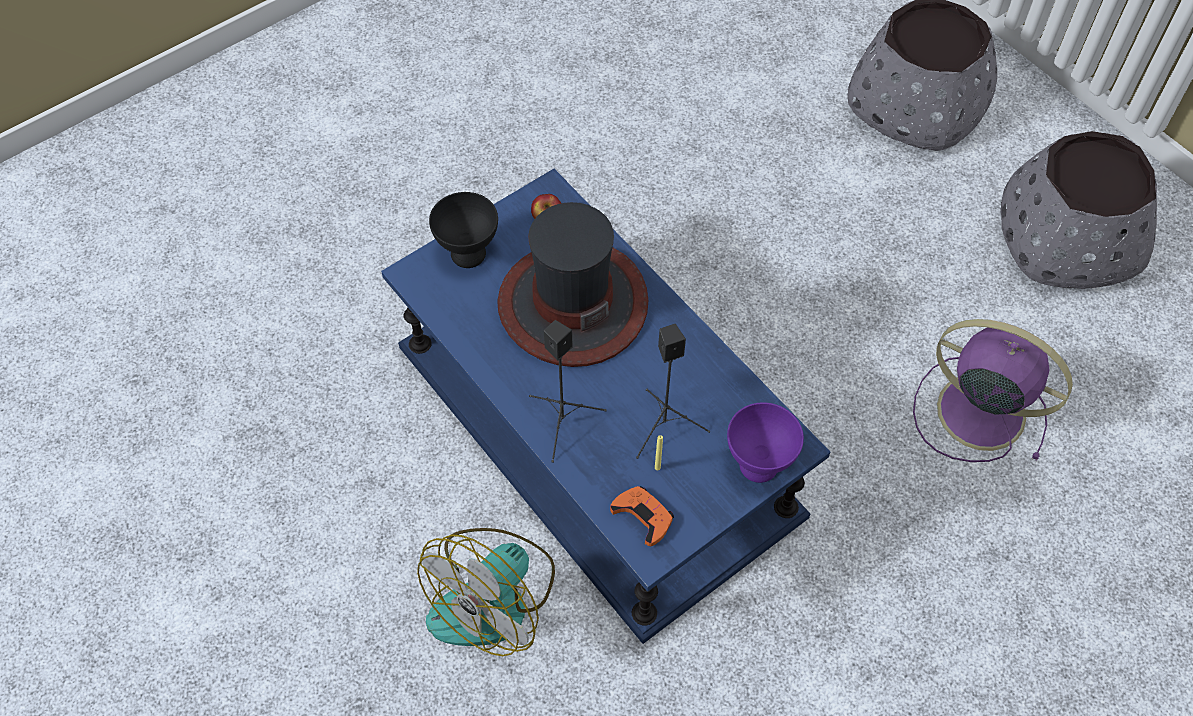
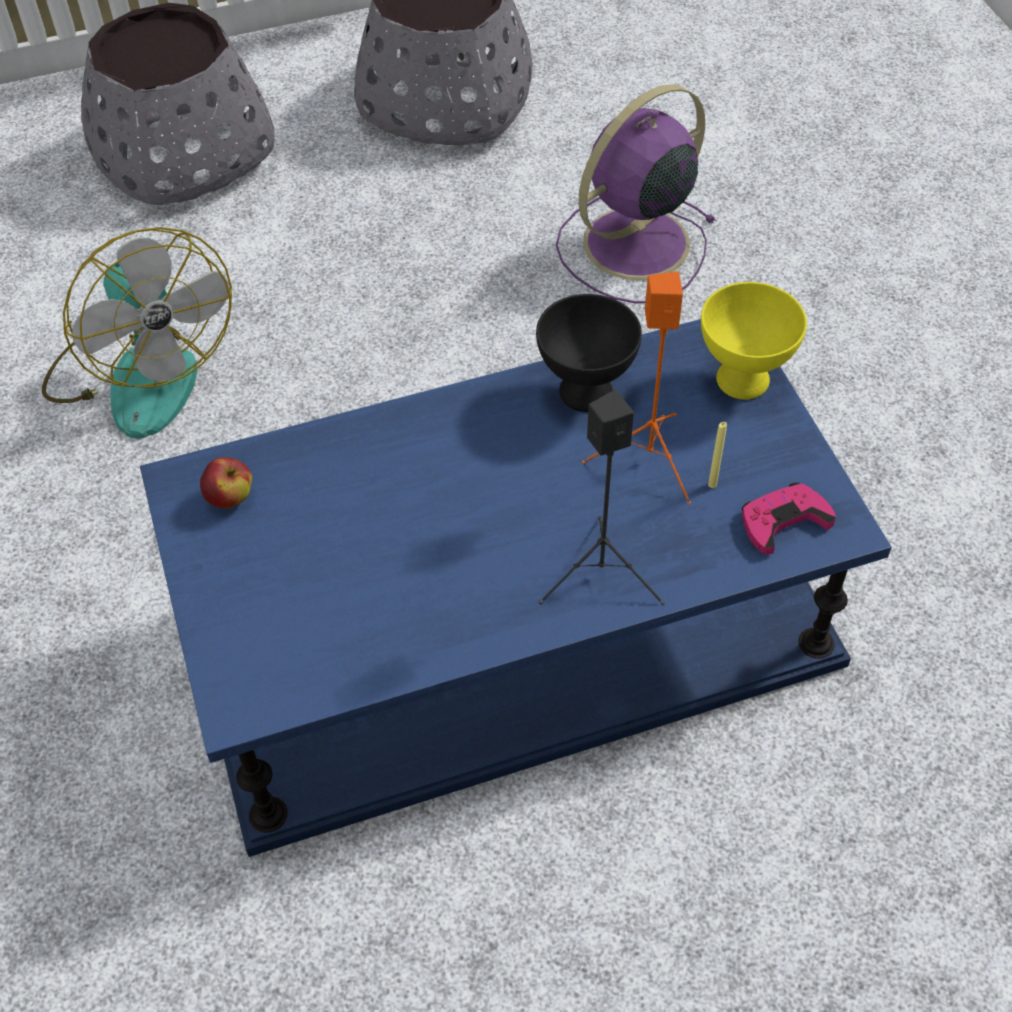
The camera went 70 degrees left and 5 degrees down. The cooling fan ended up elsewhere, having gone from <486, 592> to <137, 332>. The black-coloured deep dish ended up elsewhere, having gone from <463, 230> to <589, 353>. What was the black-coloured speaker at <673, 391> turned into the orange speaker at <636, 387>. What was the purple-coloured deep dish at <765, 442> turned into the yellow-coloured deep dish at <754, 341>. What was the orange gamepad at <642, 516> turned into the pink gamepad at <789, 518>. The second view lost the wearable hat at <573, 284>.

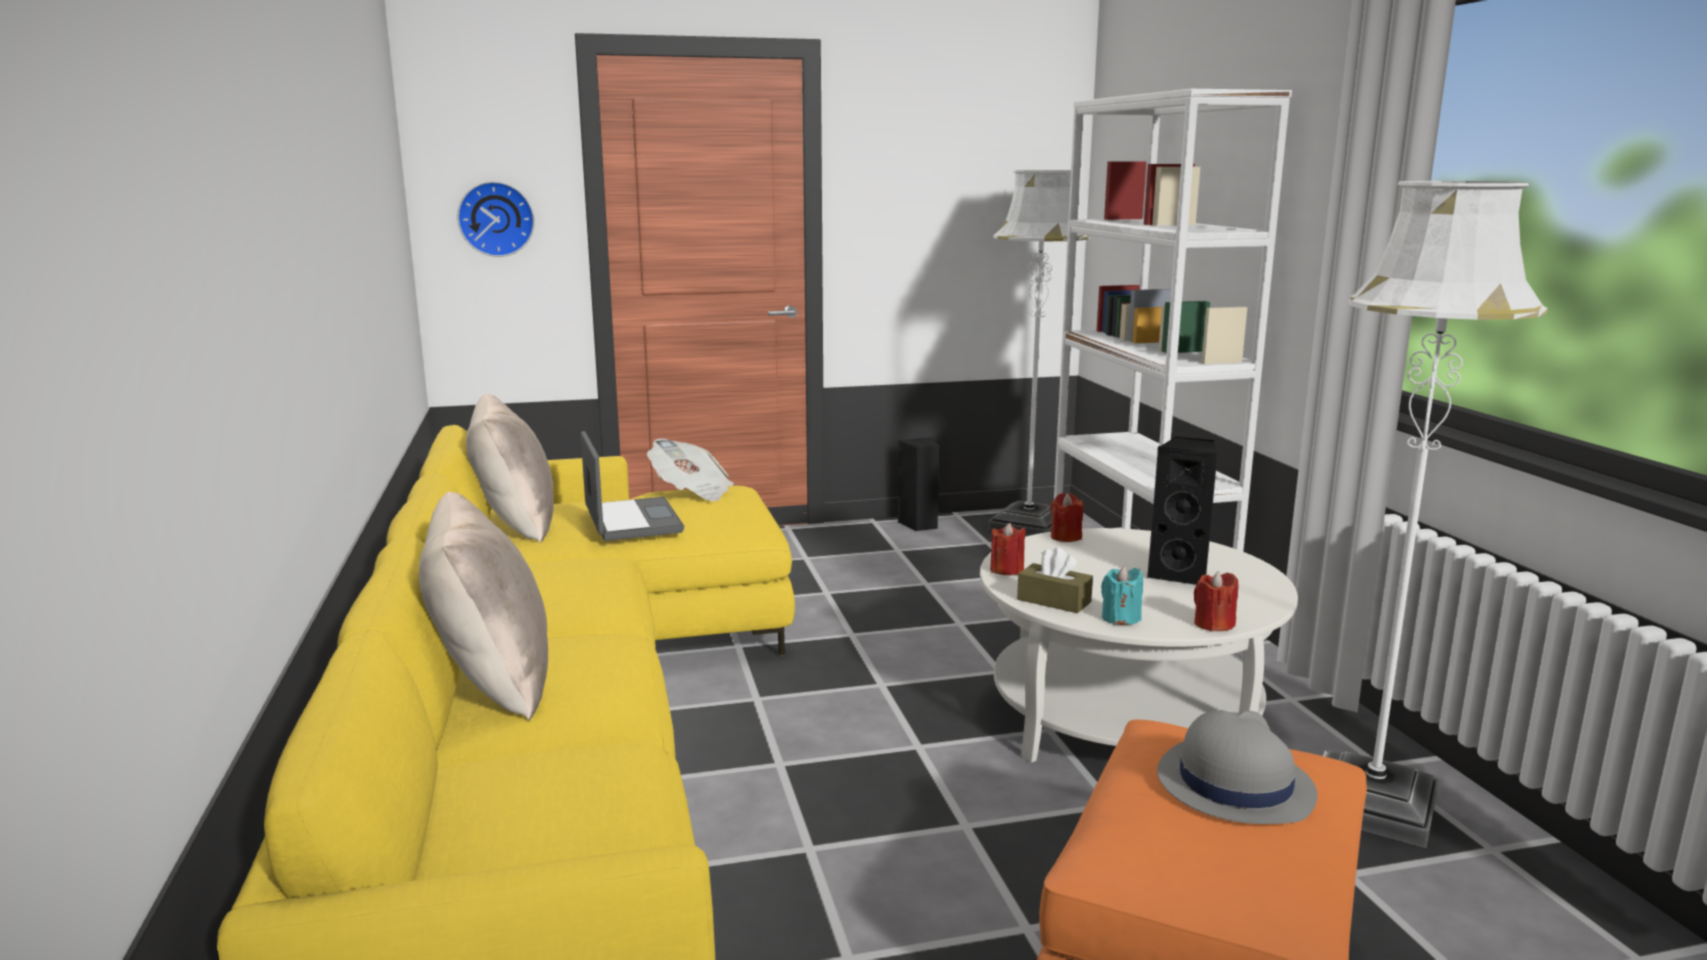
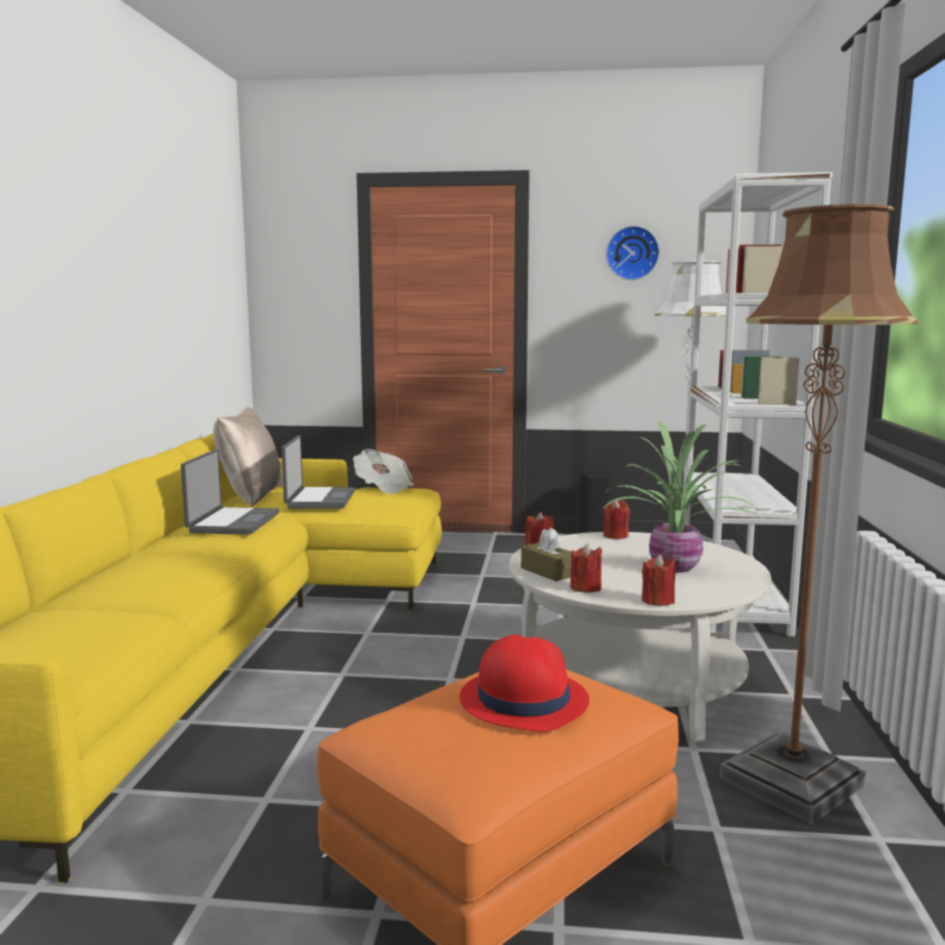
The camera went 20 degrees right and 5 degrees down. The second view gained the portable computer at <230, 492>. What was the grey wearable hat at <1237, 767> turned into the reddish wearable hat at <524, 683>. What was the turquoise wax light at <1122, 595> turned into the reddish wax light at <586, 568>. Where the black-coloured speaker stood at <1182, 511>, the houseplant came to stand at <682, 497>. The wall clock ended up elsewhere, having gone from <496, 219> to <633, 253>. What was the white floor lamp at <1435, 514> turned into the brown-coloured floor lamp at <819, 514>. The second view lost the beige-coloured cushion at <483, 606>.

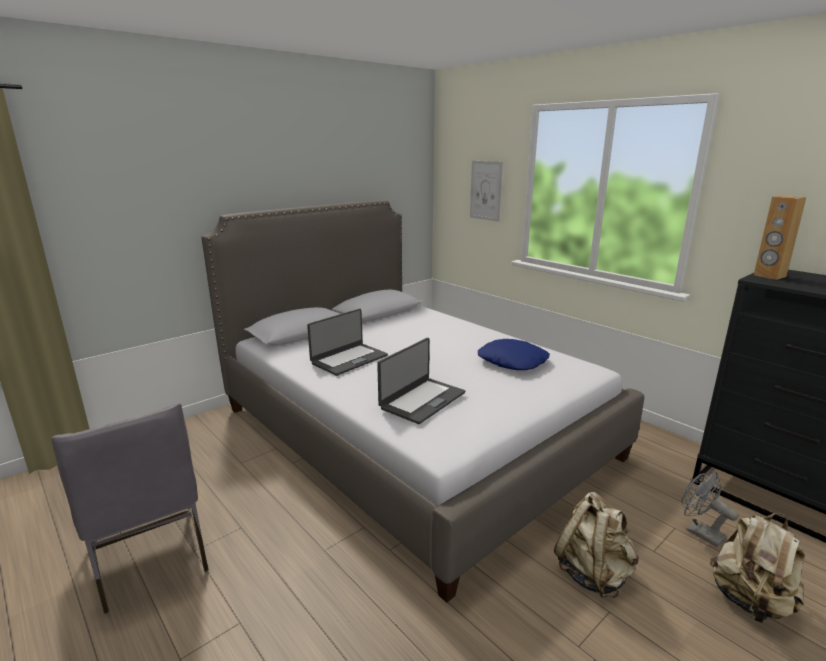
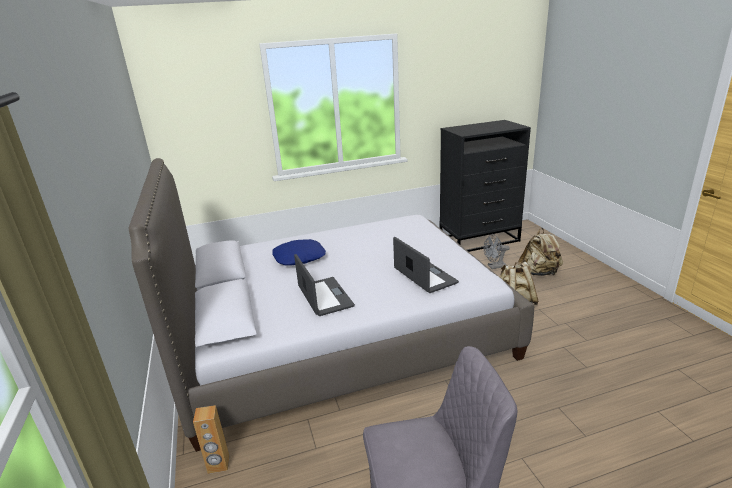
The camera went 65 degrees left and 5 degrees up. The brown-coloured speaker ended up elsewhere, having gone from <780, 237> to <211, 439>. The blue-coloured cushion ended up elsewhere, having gone from <514, 354> to <299, 252>. The second view lost the wall picture at <486, 191>.

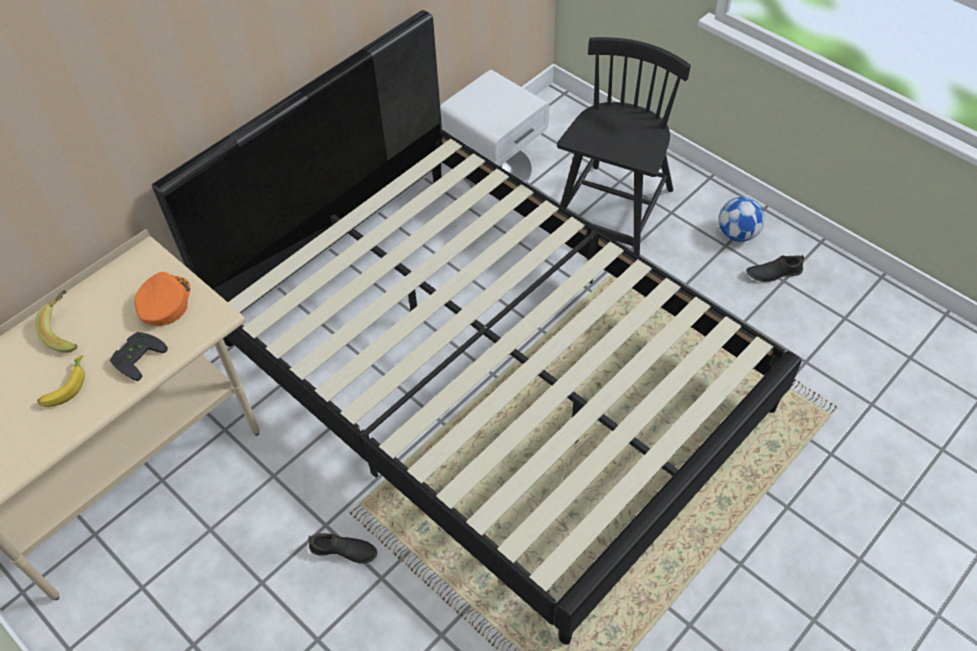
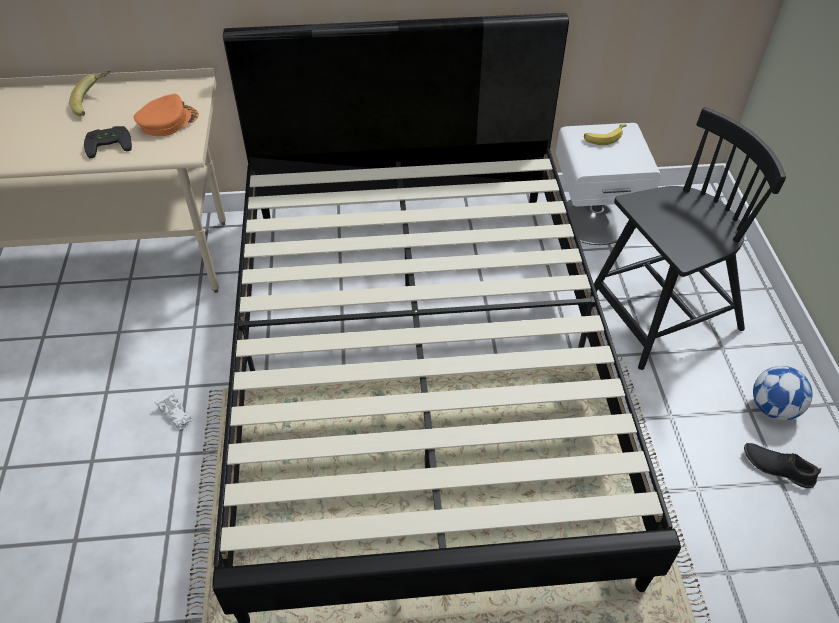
The camera went 40 degrees right and 5 degrees down. Where the black-coloured low shoe stood at <342, 548>, the white model car came to stand at <173, 411>. The banana fruit ended up elsewhere, having gone from <61, 381> to <605, 134>.

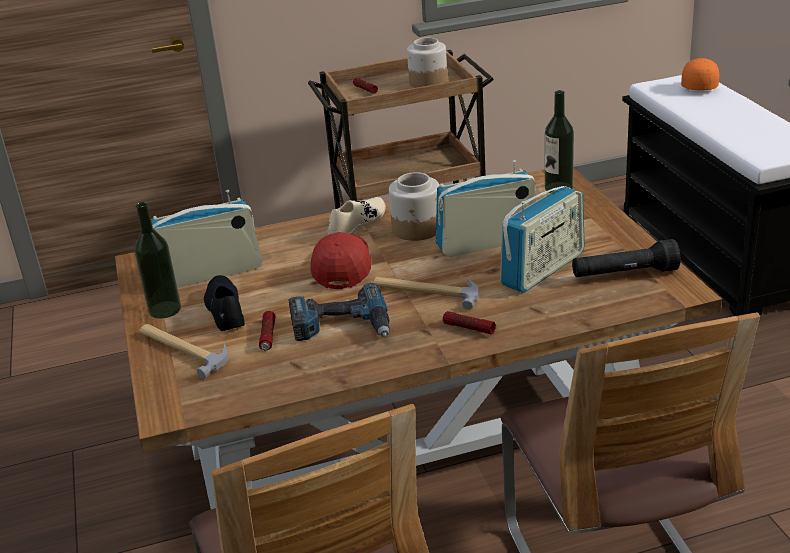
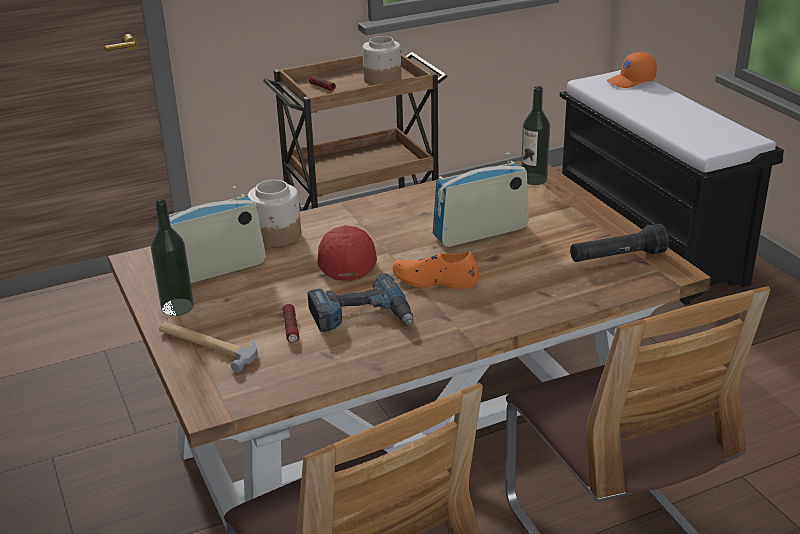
The camera went 10 degrees left and 0 degrees up. The storage jar ended up elsewhere, having gone from <414, 206> to <274, 213>. Where the hand hammer stood at <426, 293>, the orange low shoe came to stand at <435, 270>. The orange cap at <700, 74> ended up facing another way, 120 degrees counterclockwise from before. The second view lost the black-coloured low shoe at <224, 303>. The second view lost the beige-coloured low shoe at <356, 216>. The second view lost the hand torch at <469, 322>. The second view lost the radio at <542, 239>.

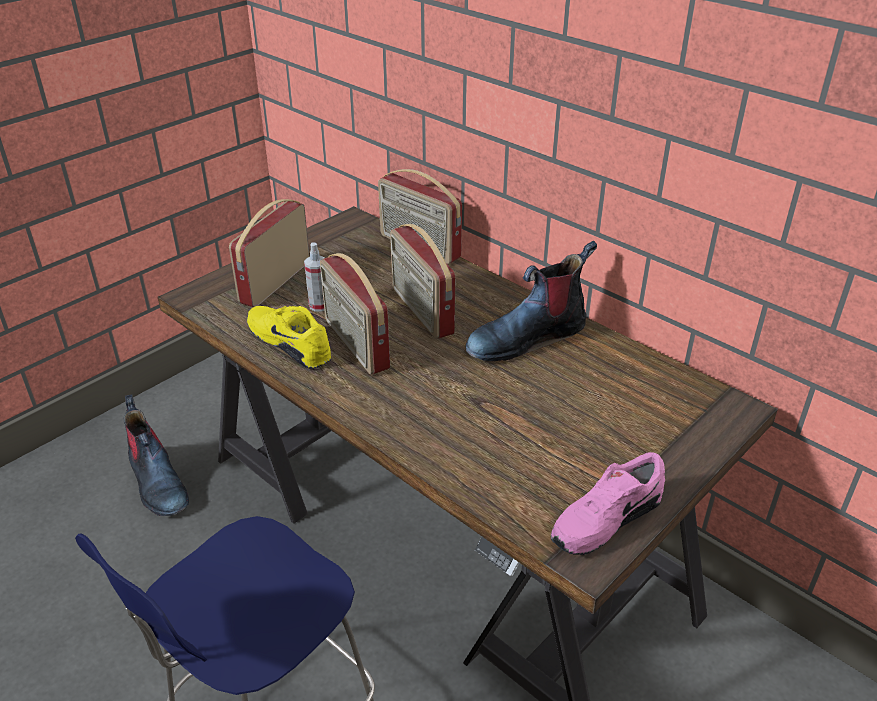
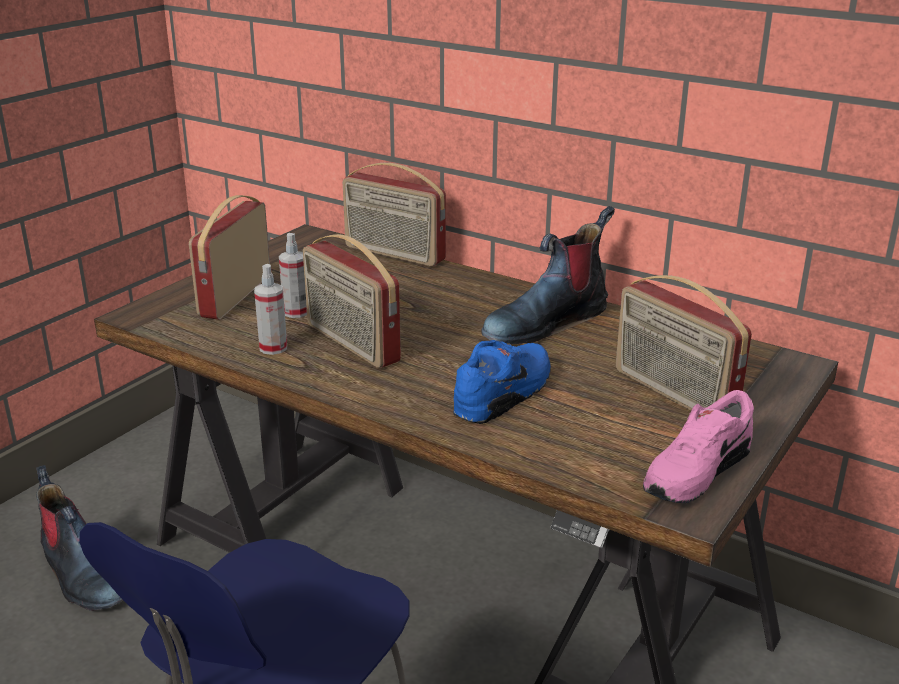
The camera went 10 degrees left and 10 degrees down. Where the yellow-coloured low shoe stood at <289, 337>, the hand sprayer came to stand at <270, 309>. The second view gained the blue-coloured low shoe at <502, 382>. The radio ended up elsewhere, having gone from <422, 281> to <684, 343>.

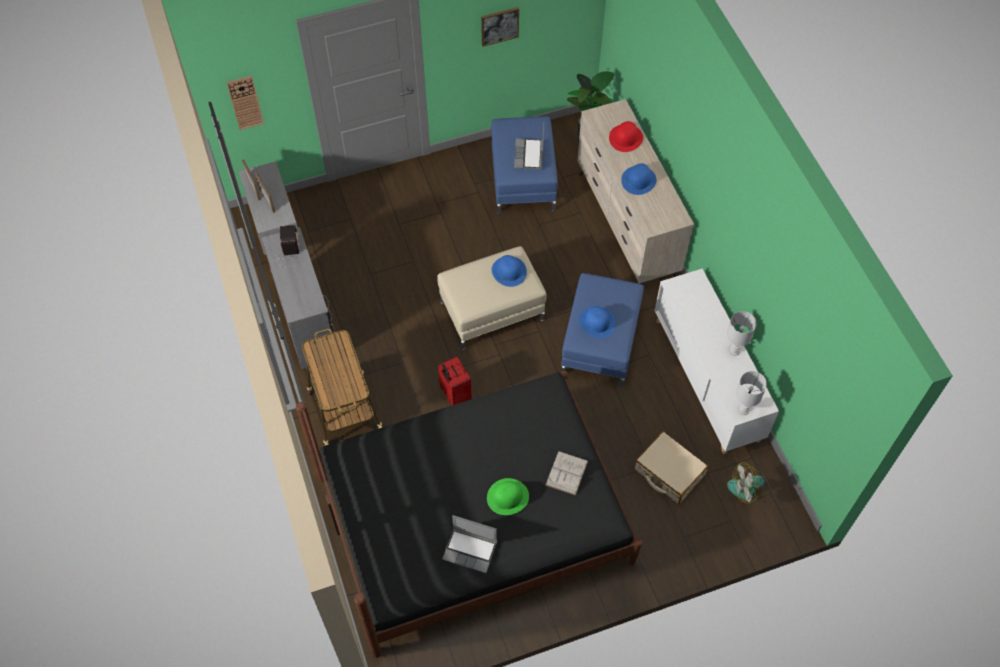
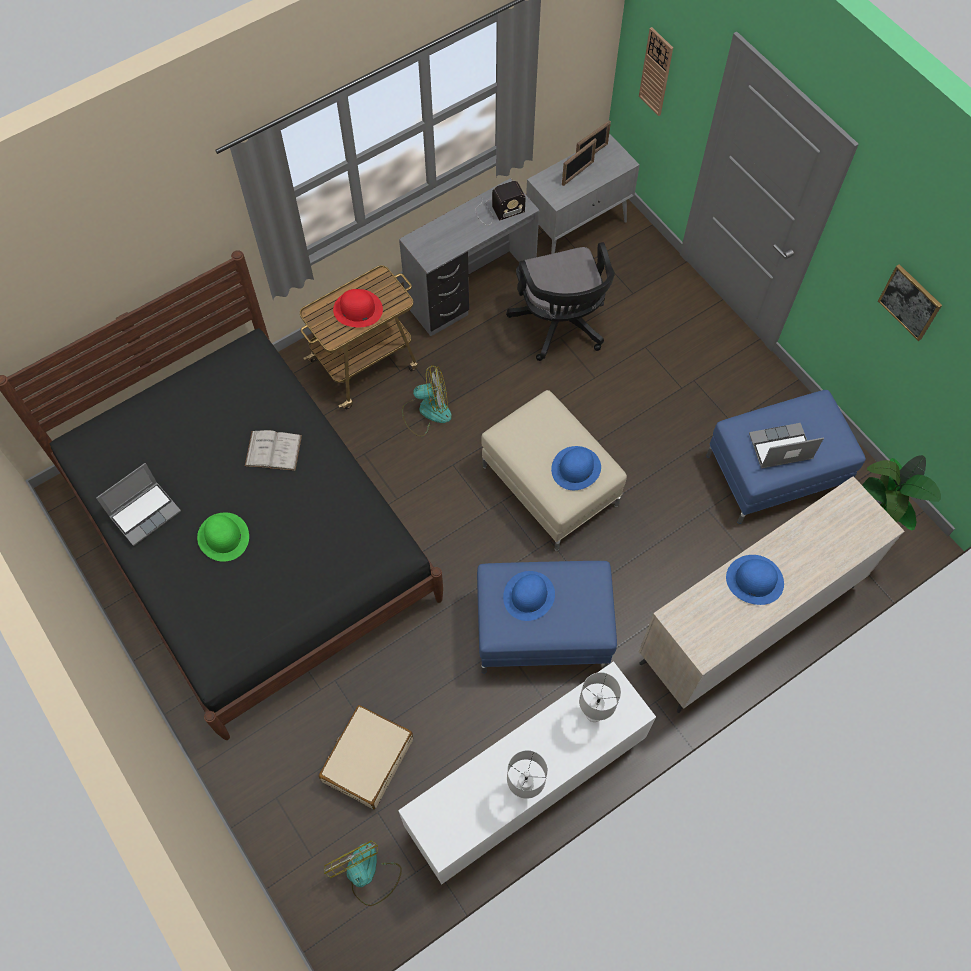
The camera went 75 degrees right and 5 degrees up. The portable computer at <469, 544> ended up facing another way, 135 degrees counterclockwise from before. The white bound book ended up elsewhere, having gone from <566, 473> to <273, 450>. The reddish wearable hat ended up elsewhere, having gone from <626, 136> to <358, 308>. The second view gained the cooling fan at <427, 401>. The second view gained the black-coloured office chair at <560, 301>. The white table lamp ended up elsewhere, having gone from <751, 393> to <600, 697>. The second view lost the reddish suitcase at <455, 381>.

